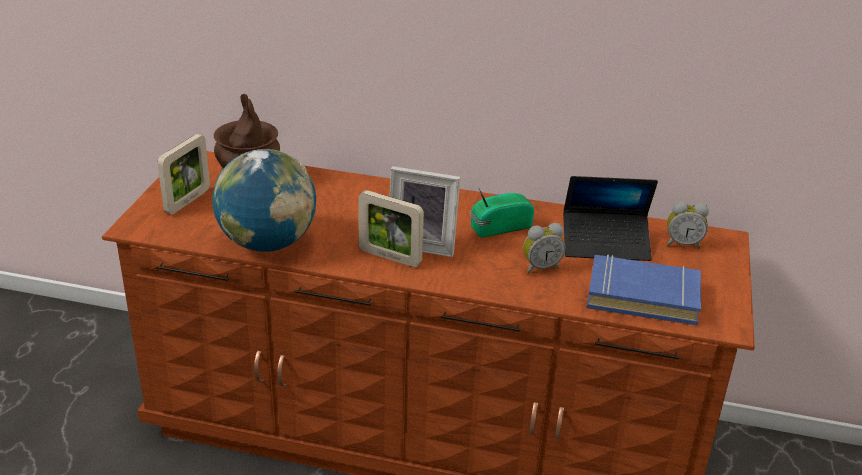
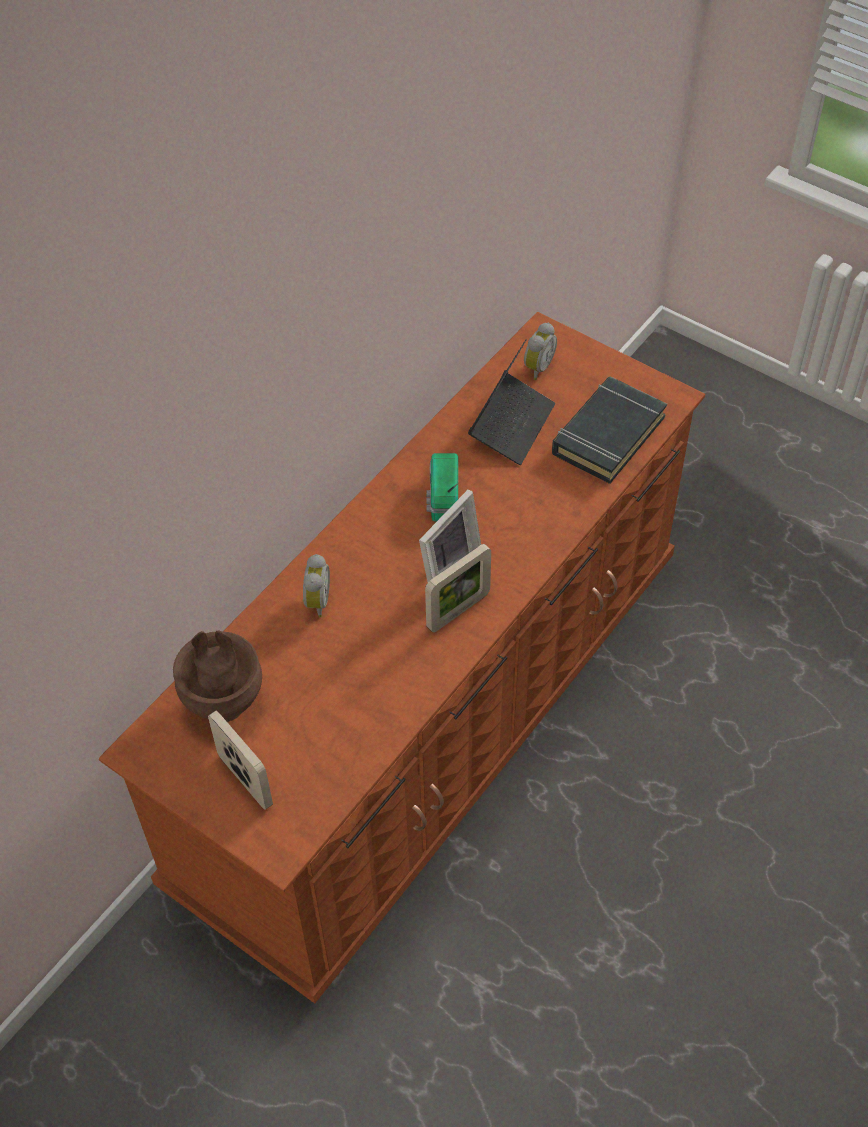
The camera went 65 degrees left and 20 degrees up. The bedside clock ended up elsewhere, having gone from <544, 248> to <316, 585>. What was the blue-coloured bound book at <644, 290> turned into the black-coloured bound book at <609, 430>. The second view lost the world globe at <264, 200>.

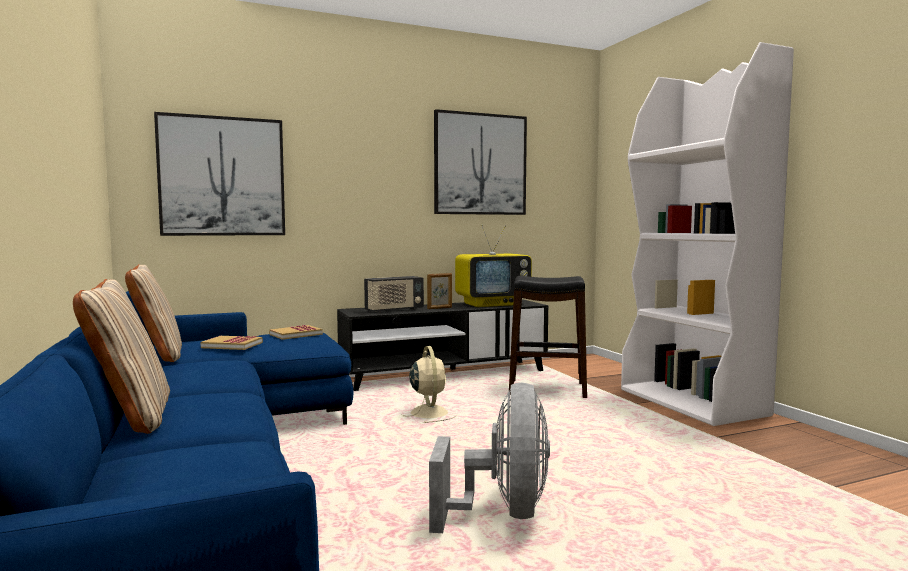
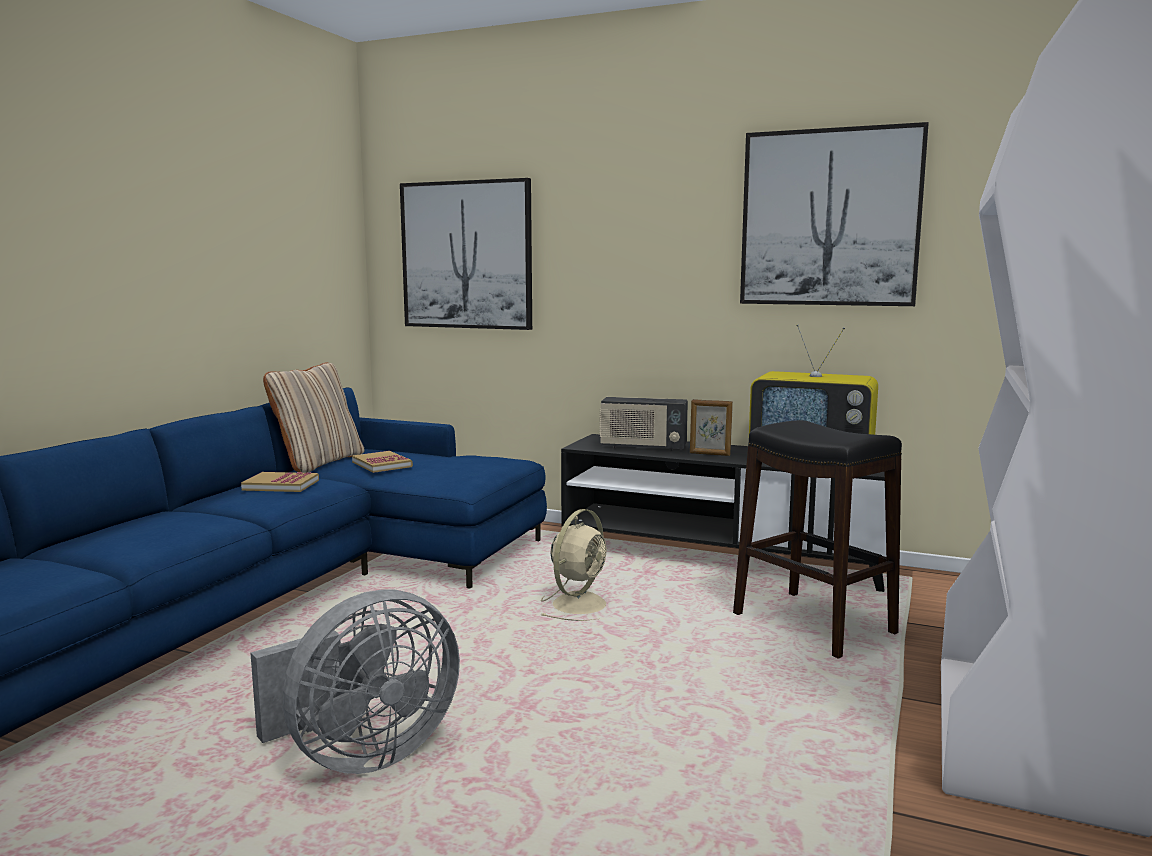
The camera went 45 degrees right and 5 degrees up. The bound book ended up elsewhere, having gone from <296, 332> to <280, 482>. The second view lost the beige-coloured cushion at <121, 356>.

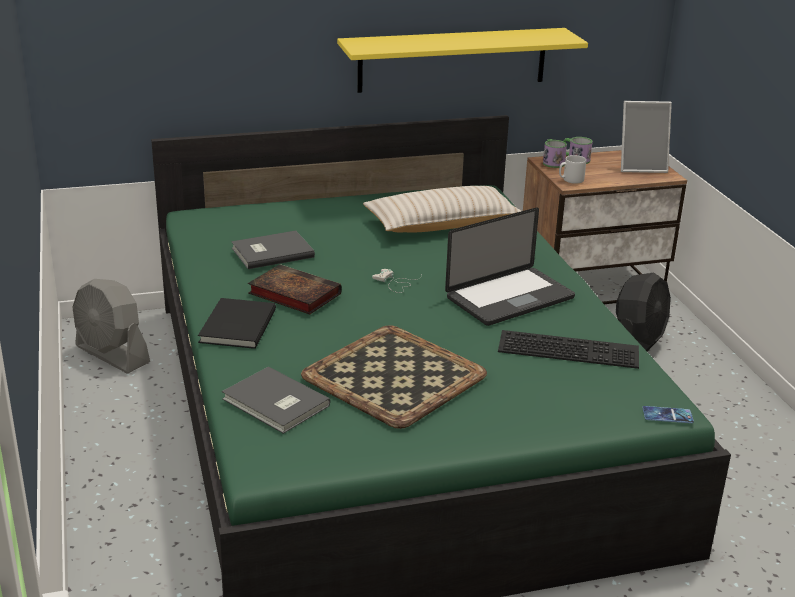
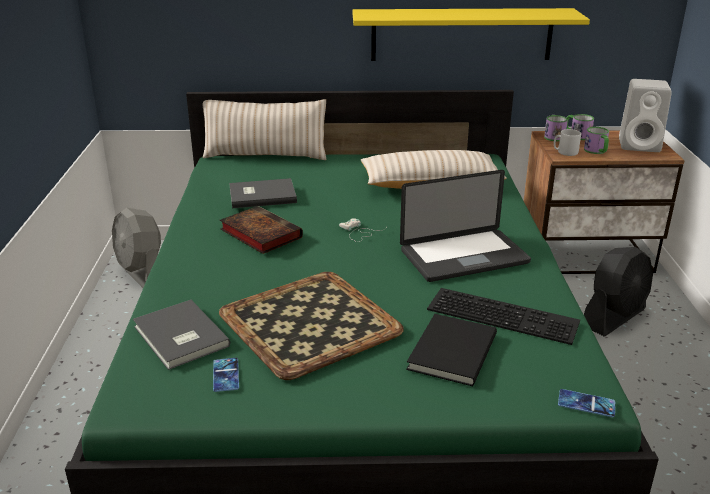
The camera went 15 degrees right and 0 degrees up. The second view gained the beige-coloured cushion at <264, 129>. The second view gained the handset at <226, 375>. The black-coloured bound book ended up elsewhere, having gone from <237, 323> to <451, 350>. The second view gained the tea mug at <596, 140>. Where the standing frame stood at <646, 137>, the white speaker came to stand at <645, 115>.

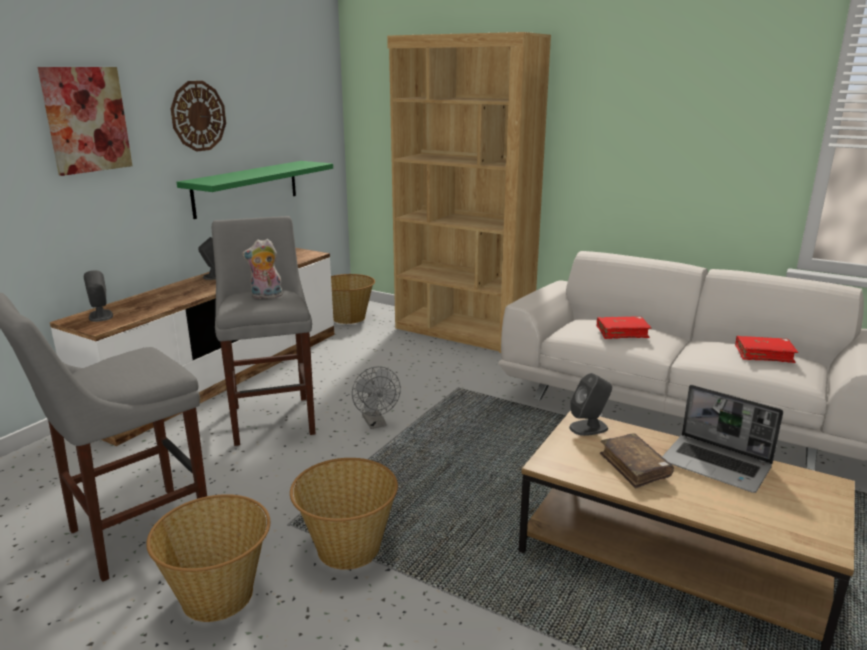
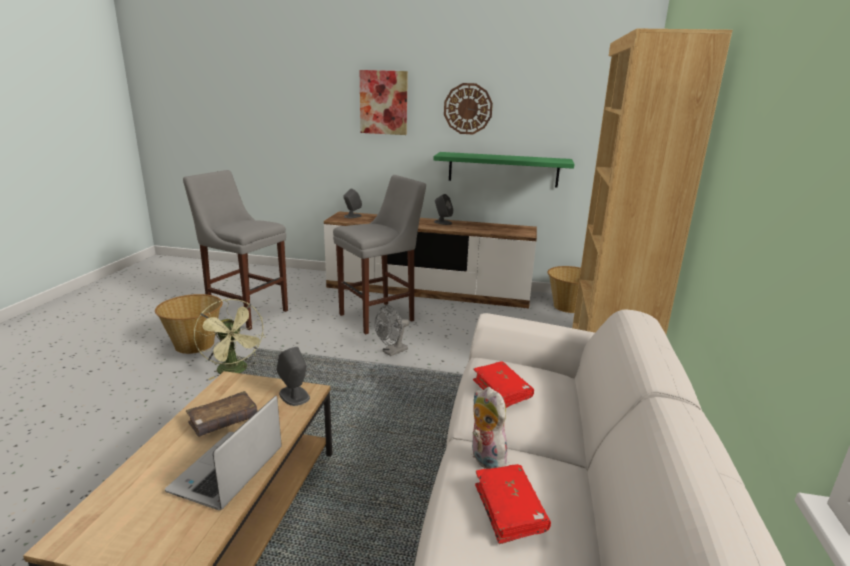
The camera went 70 degrees right and 0 degrees up. Where the household basket stood at <344, 514>, the green-coloured cooling fan came to stand at <230, 339>. The soft toy ended up elsewhere, having gone from <262, 269> to <489, 428>.

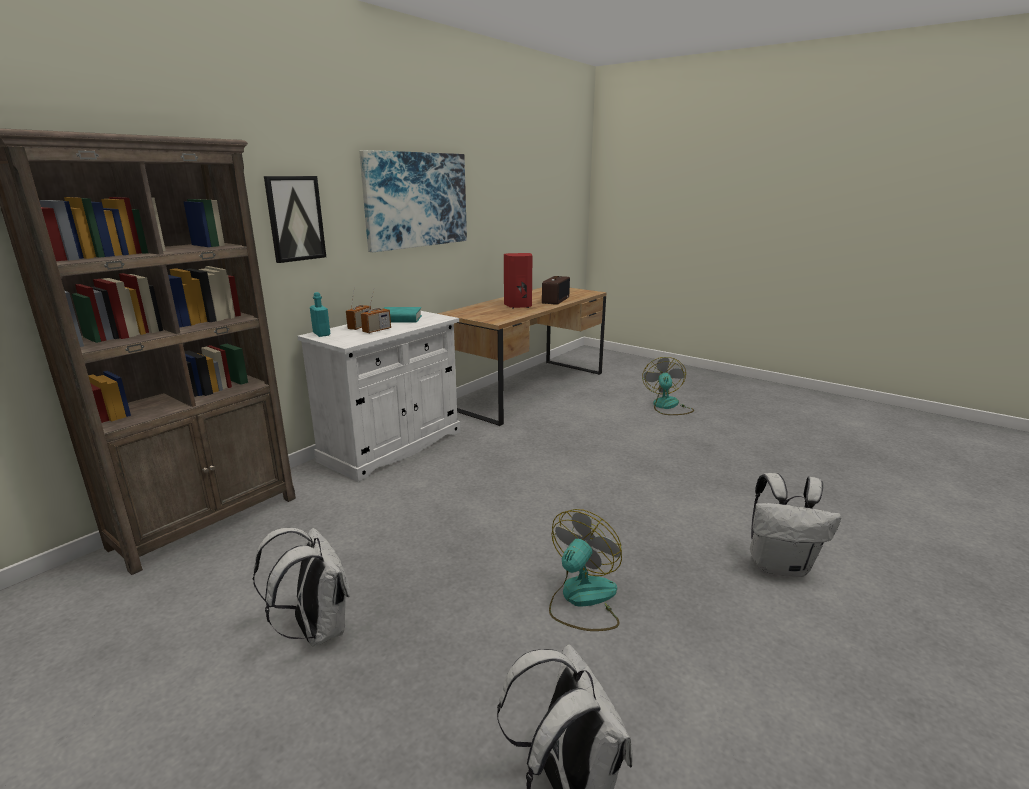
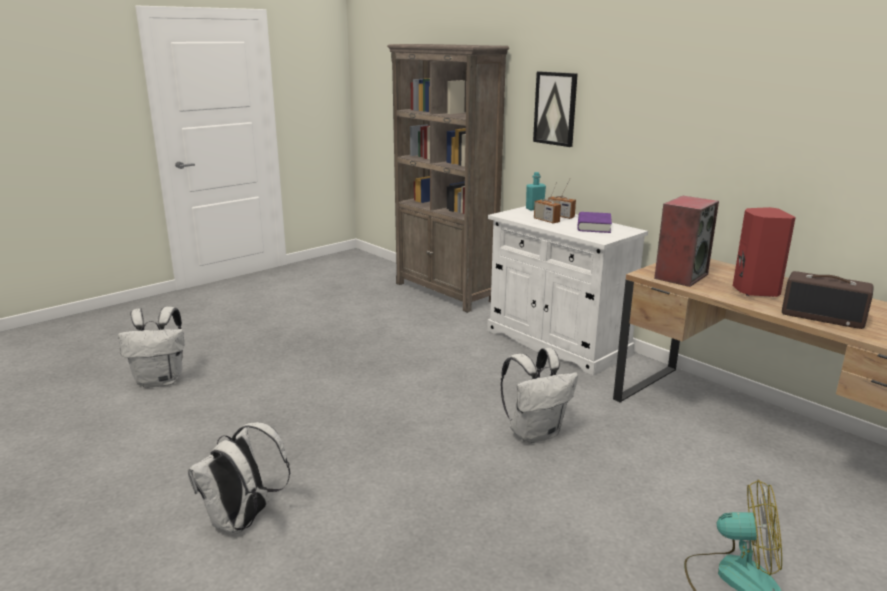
The camera went 100 degrees right and 0 degrees up. The white knapsack ended up elsewhere, having gone from <301, 587> to <539, 396>. What was the turquoise bound book at <402, 315> turned into the purple-coloured bound book at <594, 222>. The second view gained the speaker at <686, 241>. The second view lost the wall picture at <413, 201>. The second view lost the cooling fan at <585, 570>.

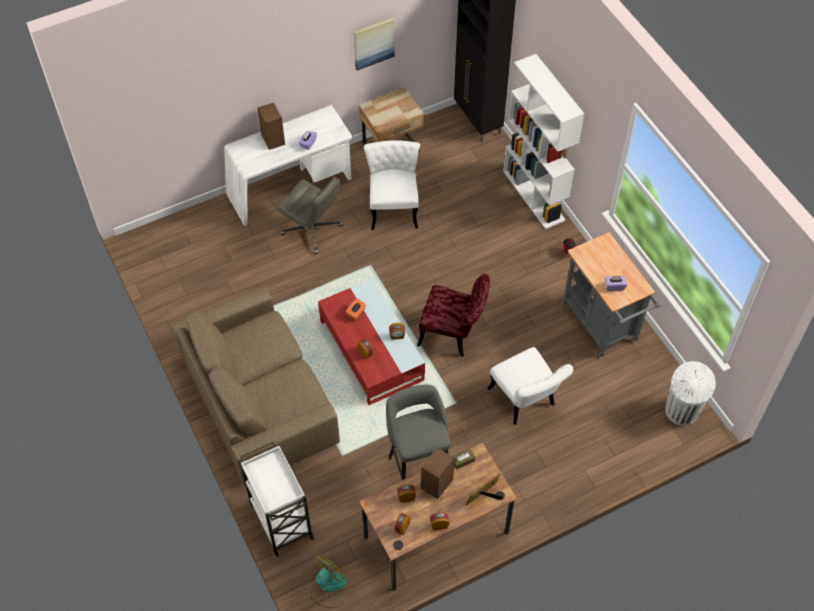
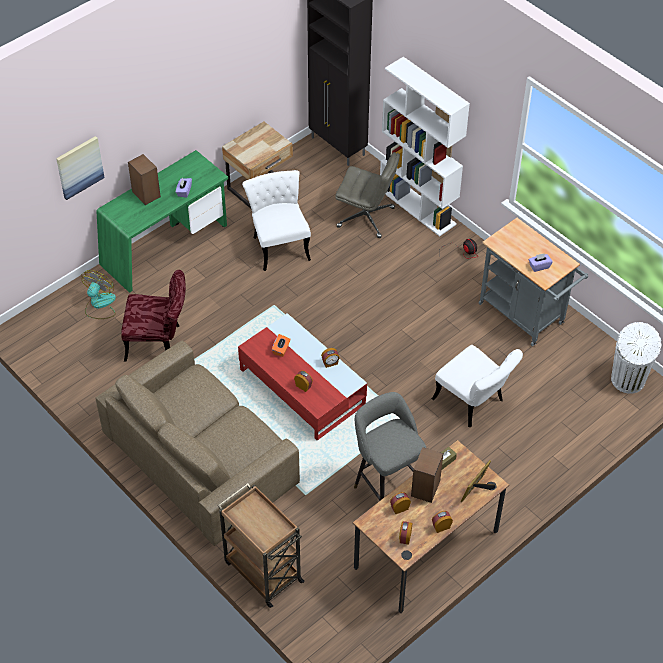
The camera went 15 degrees left and 5 degrees down. The wall picture ended up elsewhere, having gone from <374, 43> to <80, 168>. The cooling fan ended up elsewhere, having gone from <329, 581> to <99, 294>. What was the white desk table at <288, 165> turned into the green-coloured desk table at <162, 221>. The reddish plain chair ended up elsewhere, having gone from <453, 315> to <153, 315>. What was the white wheeled cart at <277, 499> turned into the brown-coloured wheeled cart at <261, 545>. The grey office chair ended up elsewhere, having gone from <310, 215> to <367, 195>.

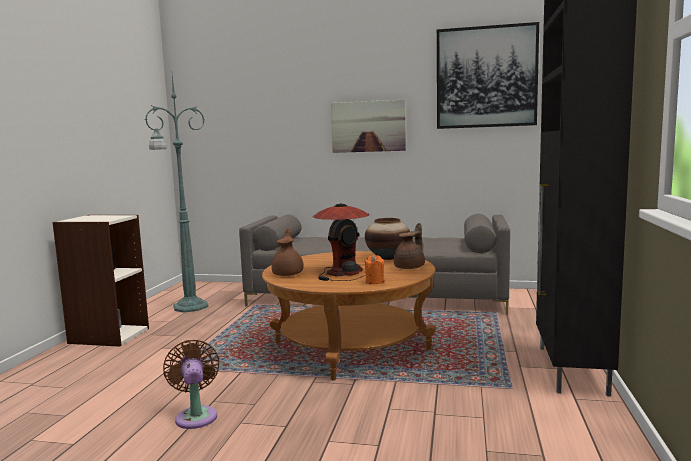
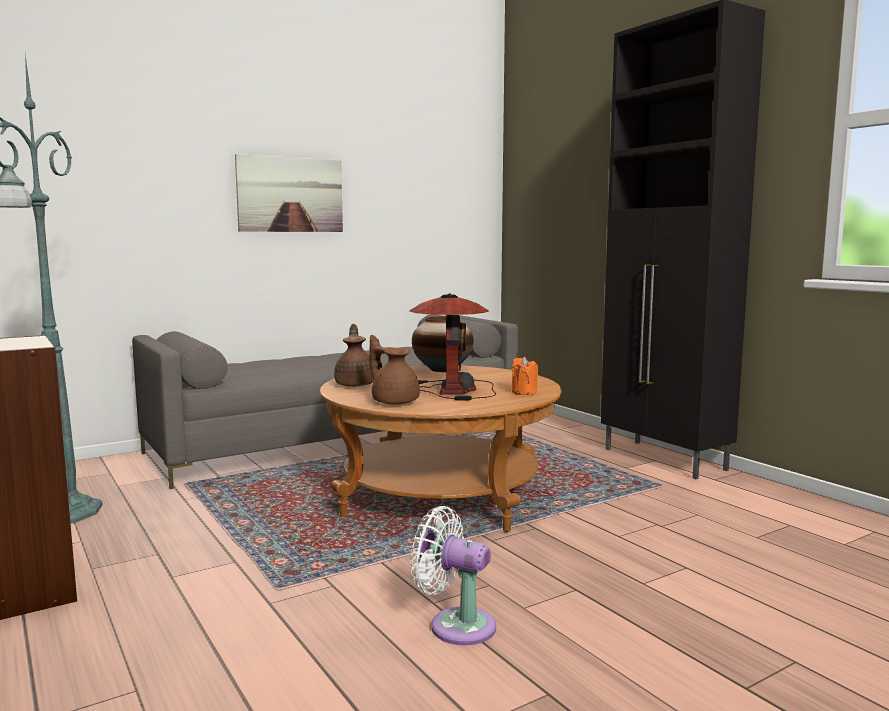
The camera went 45 degrees left and 0 degrees up. The brown-coloured tea pot ended up elsewhere, having gone from <409, 246> to <353, 355>. What was the brown-coloured cooling fan at <191, 384> turned into the white cooling fan at <453, 575>. The second view lost the wall picture at <488, 75>.

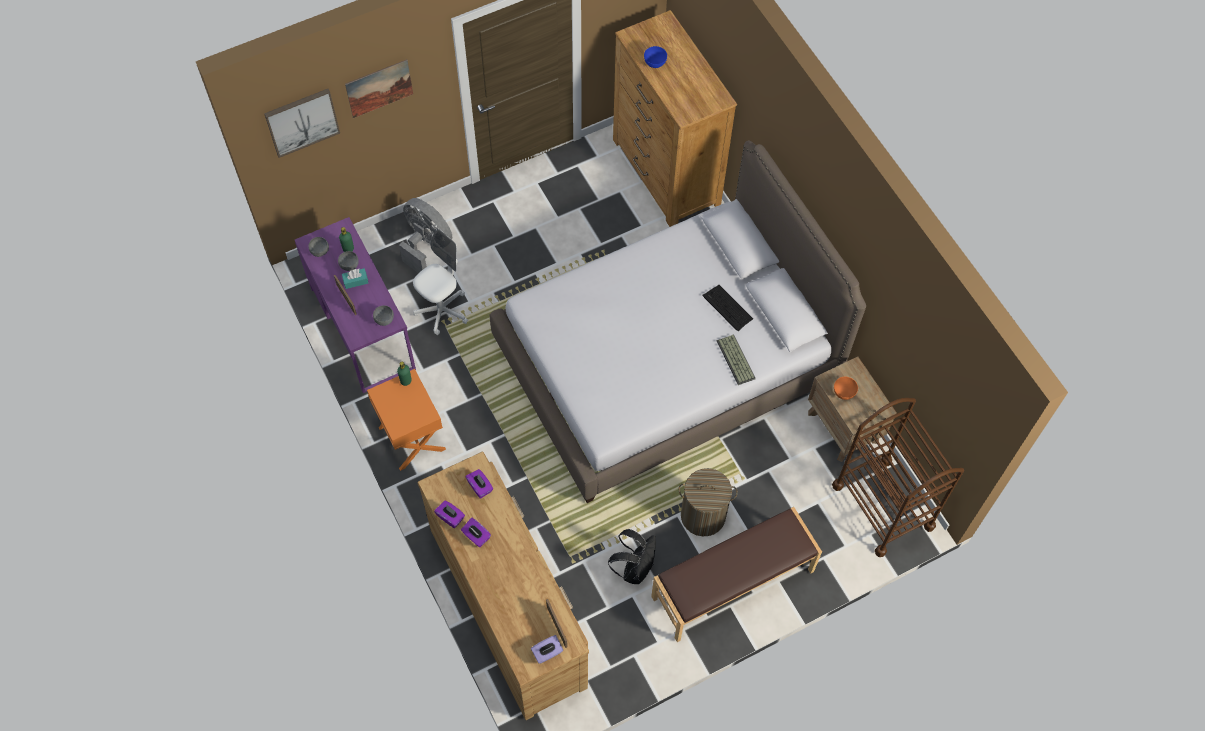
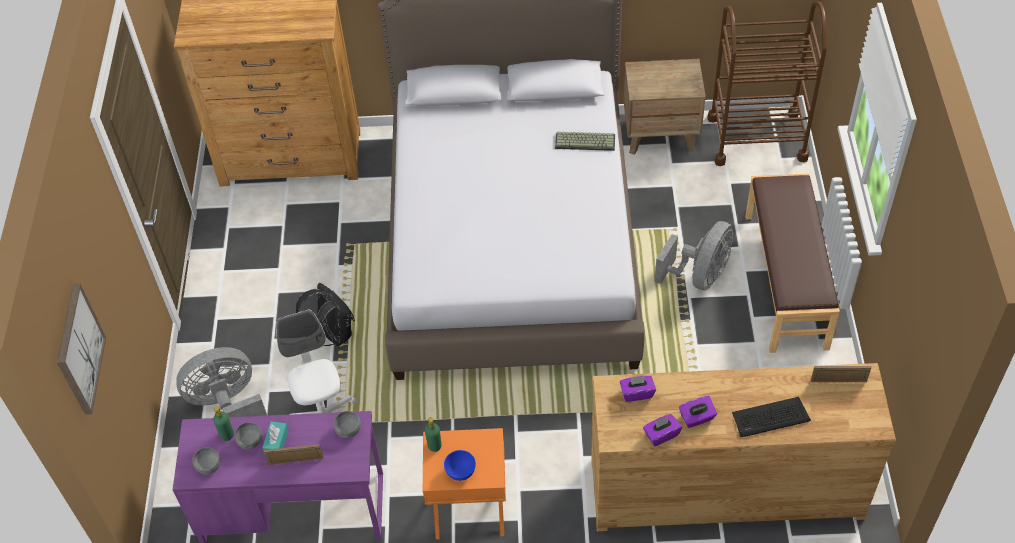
The camera went 60 degrees left and 10 degrees down. The black-coloured knapsack ended up elsewhere, having gone from <632, 556> to <325, 314>. The blue-coloured deep dish ended up elsewhere, having gone from <655, 57> to <460, 465>. Where the washing basket stood at <708, 502>, the grey cooling fan came to stand at <694, 256>. The computer keyboard ended up elsewhere, having gone from <728, 308> to <771, 417>. The second view lost the wall picture at <379, 88>. The second view lost the purple-coloured tissue holder at <547, 649>. The second view lost the orange deep dish at <846, 388>.

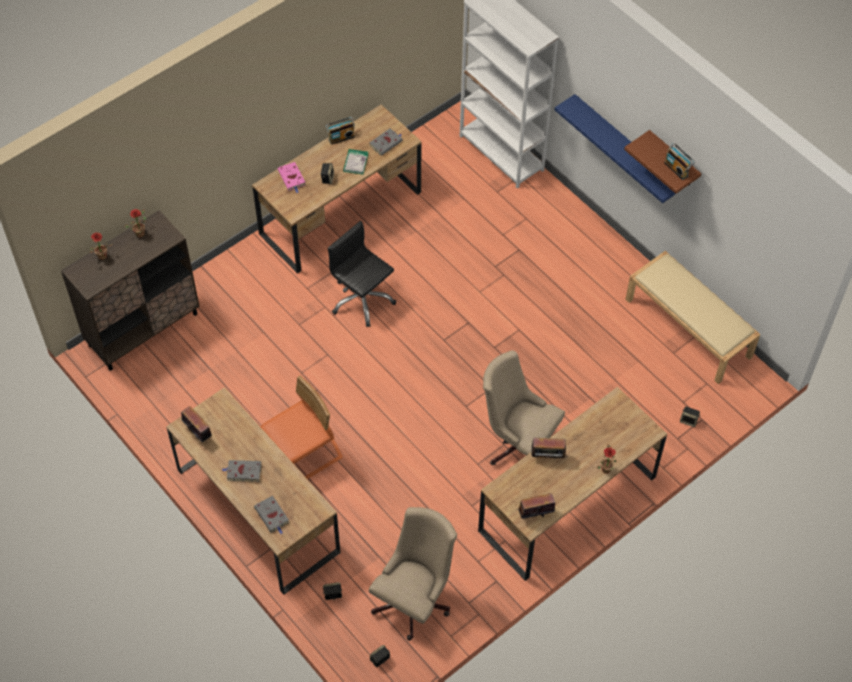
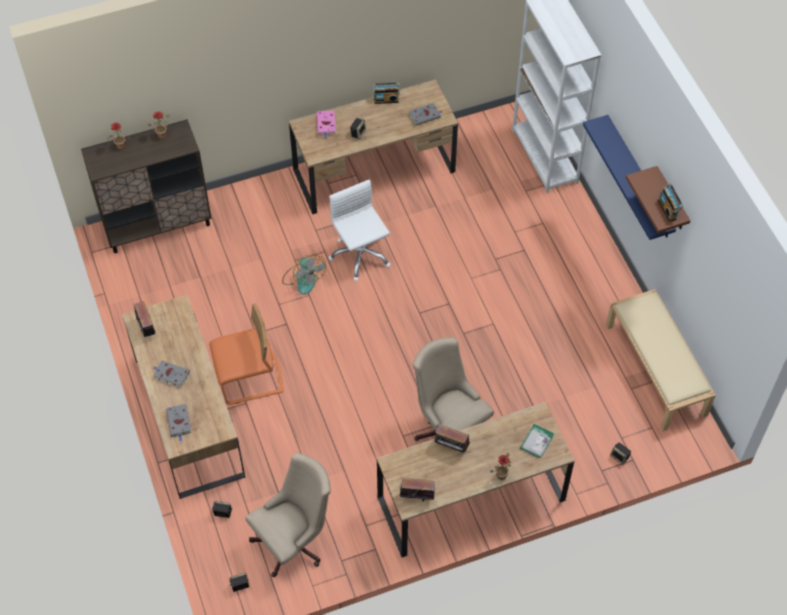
The camera went 20 degrees right and 0 degrees up. The second view gained the cooling fan at <304, 275>. What was the black-coloured office chair at <362, 274> turned into the white office chair at <360, 230>. The bound book ended up elsewhere, having gone from <355, 162> to <537, 441>.

